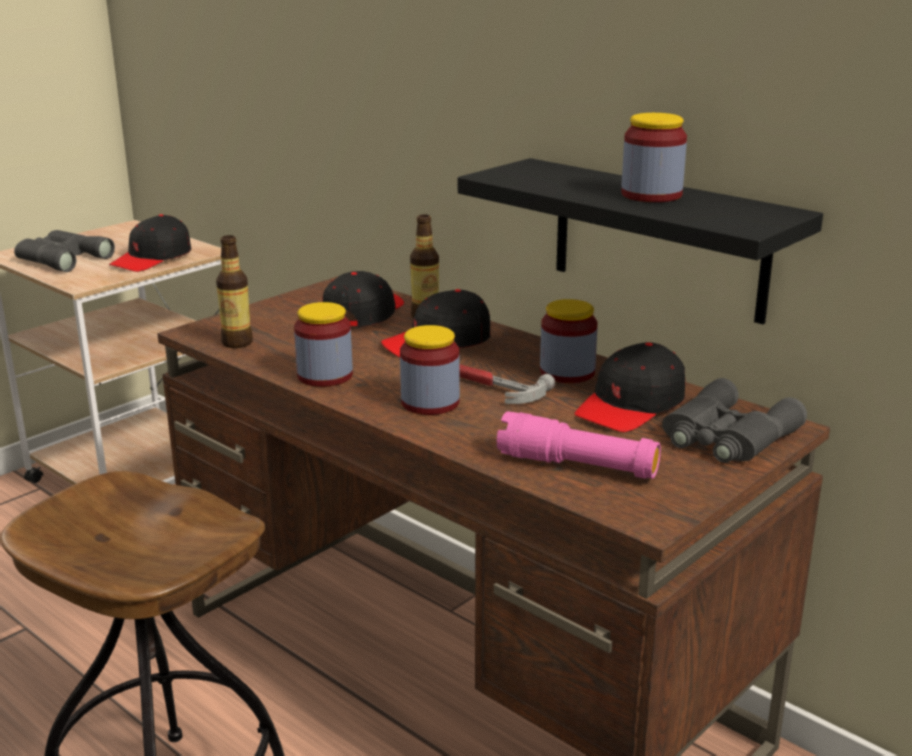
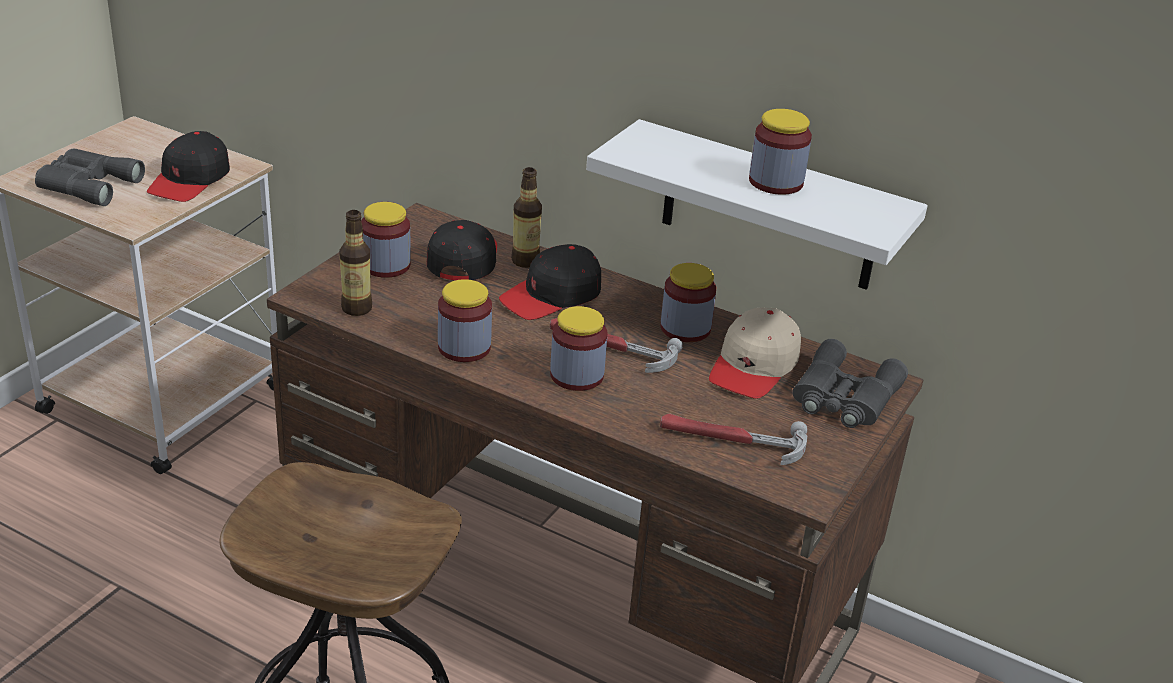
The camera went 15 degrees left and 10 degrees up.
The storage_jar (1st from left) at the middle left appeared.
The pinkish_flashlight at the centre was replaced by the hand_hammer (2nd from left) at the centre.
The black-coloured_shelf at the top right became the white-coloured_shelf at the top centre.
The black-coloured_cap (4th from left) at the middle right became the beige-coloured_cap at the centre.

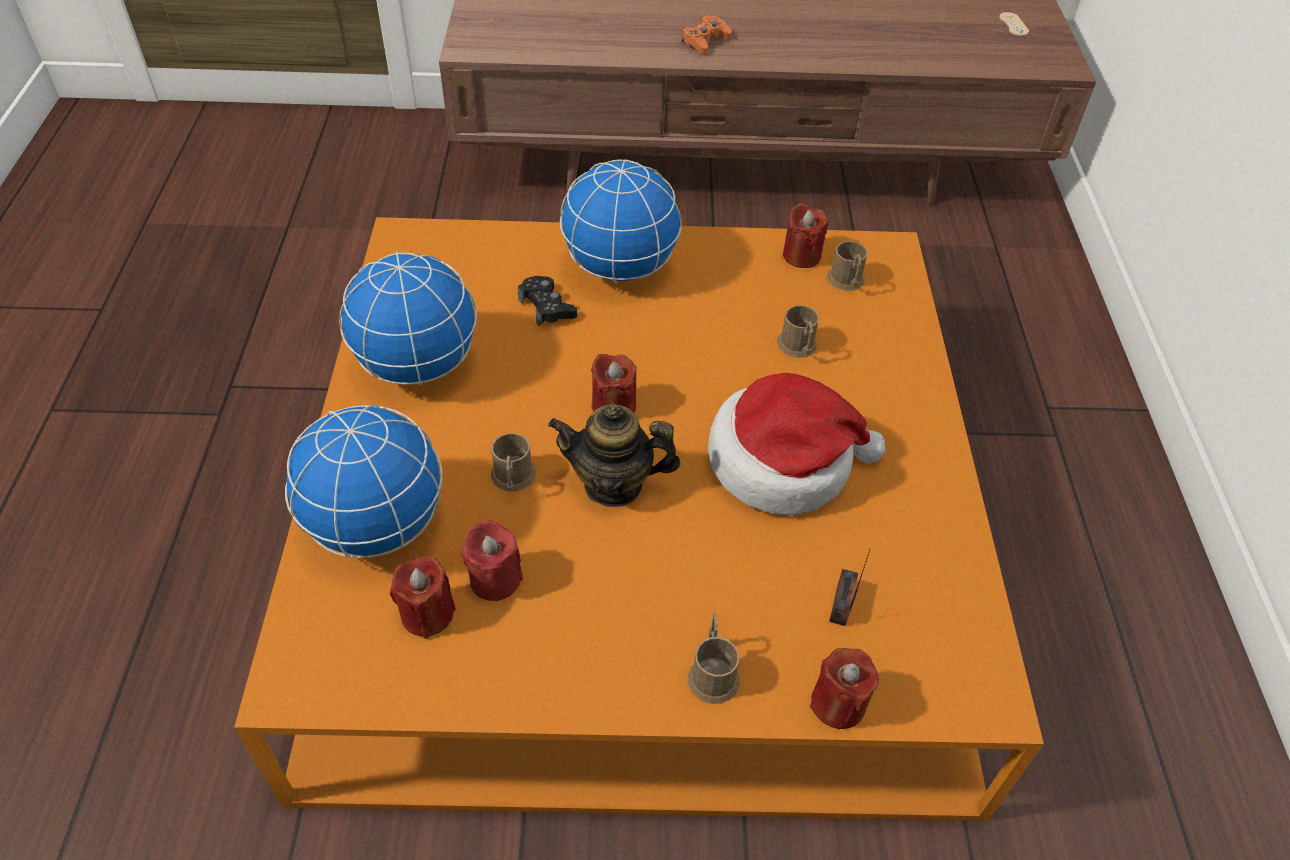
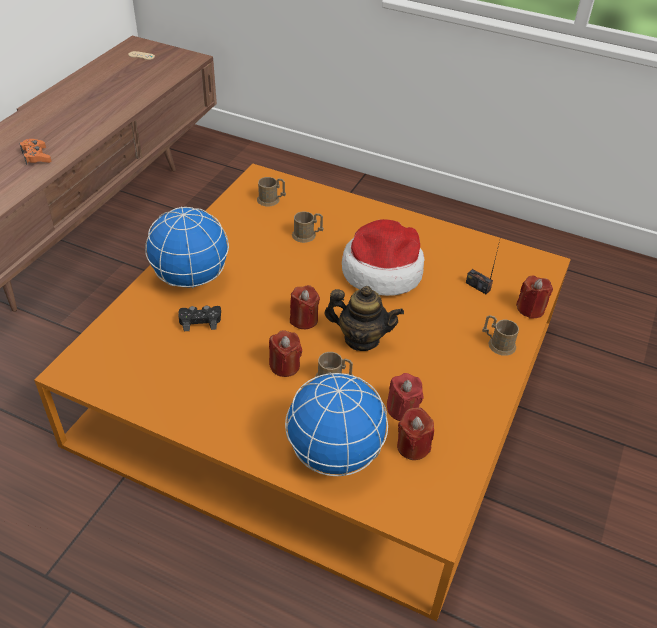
The camera went 65 degrees left and 5 degrees down.
The globe (2nd from left) at the middle left disappeared.
The reddish_candle (4th from left in the first image) moved from the top centre to the centre.
The pot_for_tea at the centre turned 105 degrees counterclockwise.

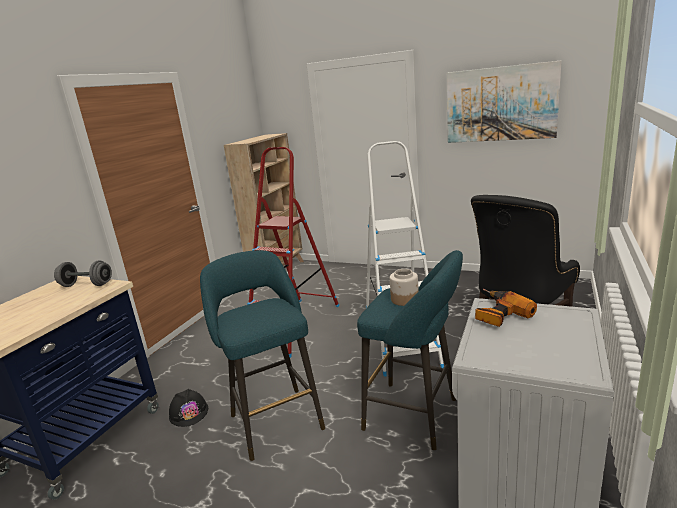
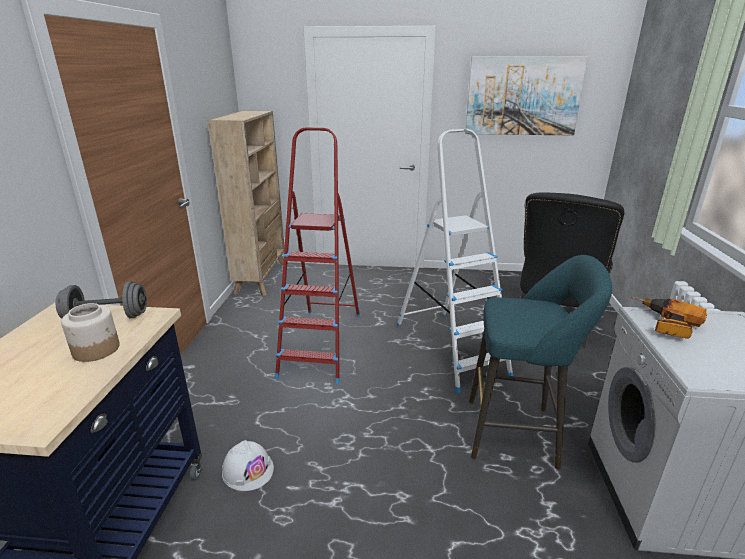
The camera went 20 degrees left and 5 degrees up.
The turquoise_stool (1st from left) at the bottom centre disappeared.
The storage_jar moved from the centre to the middle left.
The black-coloured_work_helmet at the bottom left became the white-coloured_work_helmet at the bottom left.

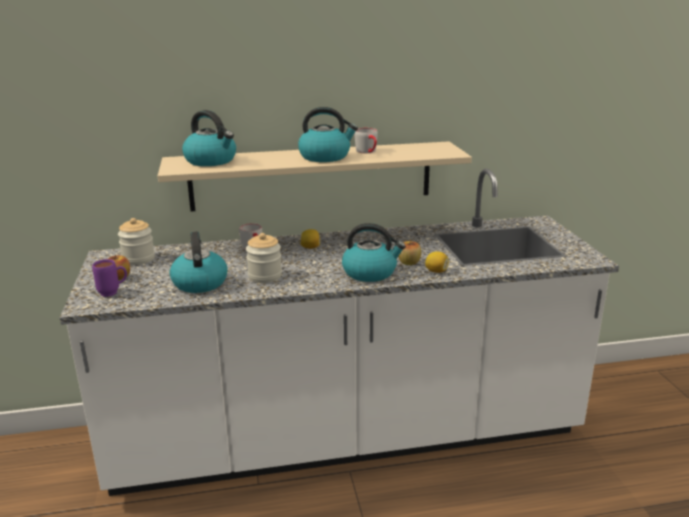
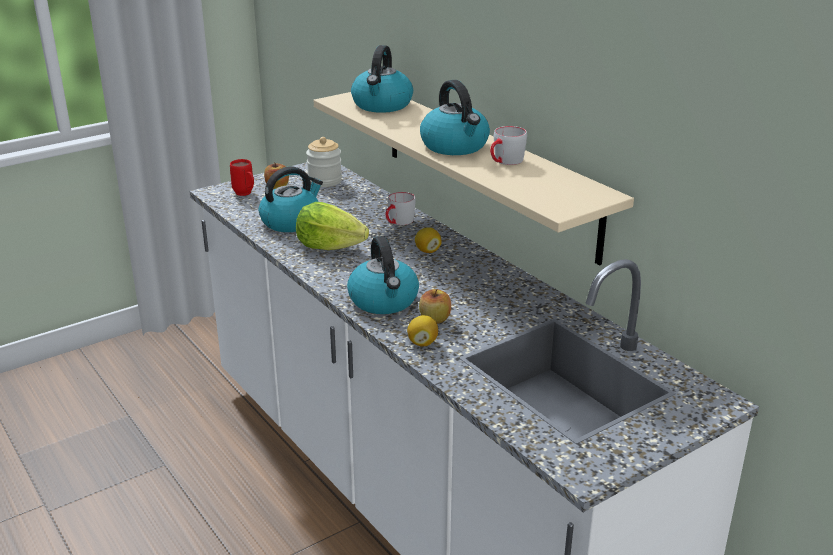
The camera went 65 degrees right and 5 degrees up.
The storage_jar (2nd from left) at the centre was replaced by the lettuce at the centre.
The purple-coloured_coffee_mug at the middle left became the reddish_coffee_mug at the top left.

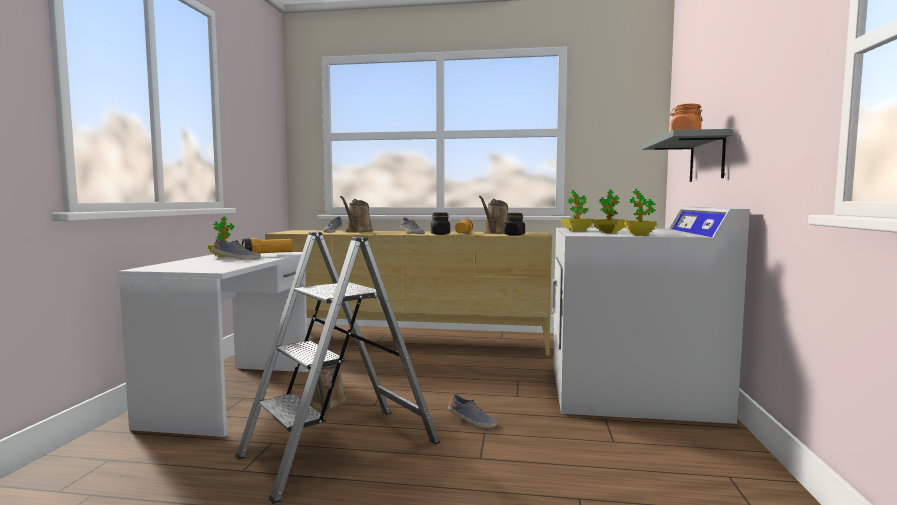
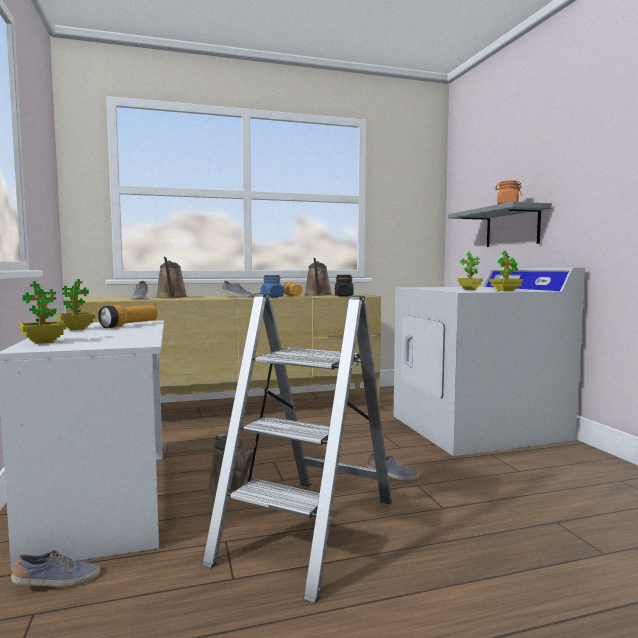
The camera went 25 degrees left and 0 degrees up.
The shoe (1st from left) moved from the middle left to the bottom left.
The houseplant (2nd from left in the first image) moved from the centre to the middle left.
The black-coloured_storage_jar (1st from left) at the centre became the blue_storage_jar at the centre.

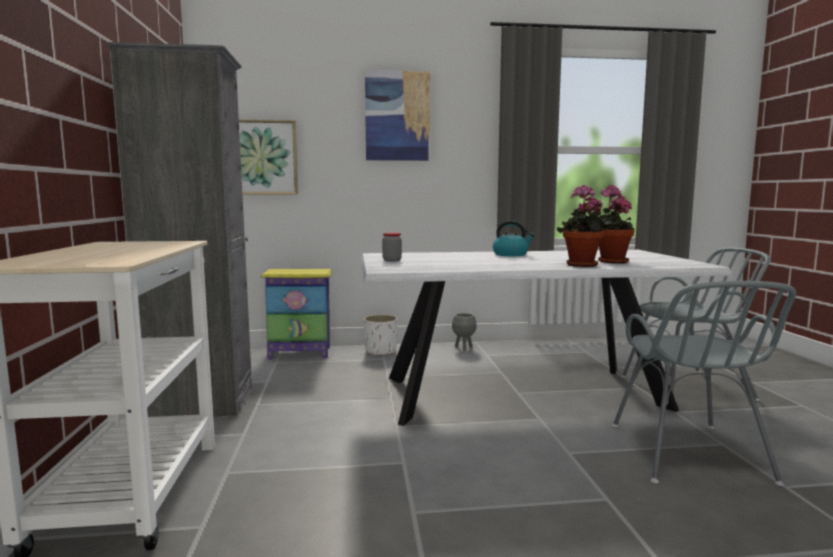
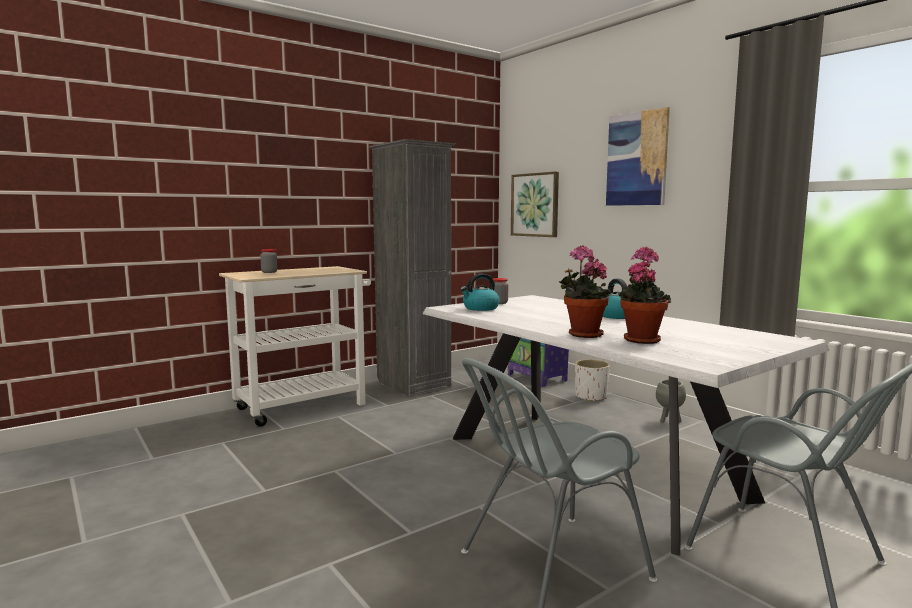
The camera went 60 degrees right and 0 degrees up.
The storage_jar (1st from left) at the middle left appeared.
The kettle (1st from left) at the centre appeared.

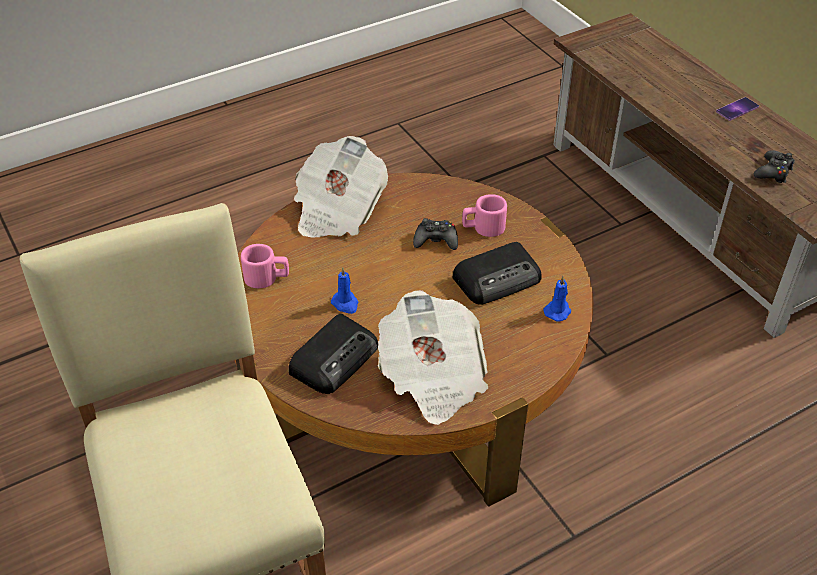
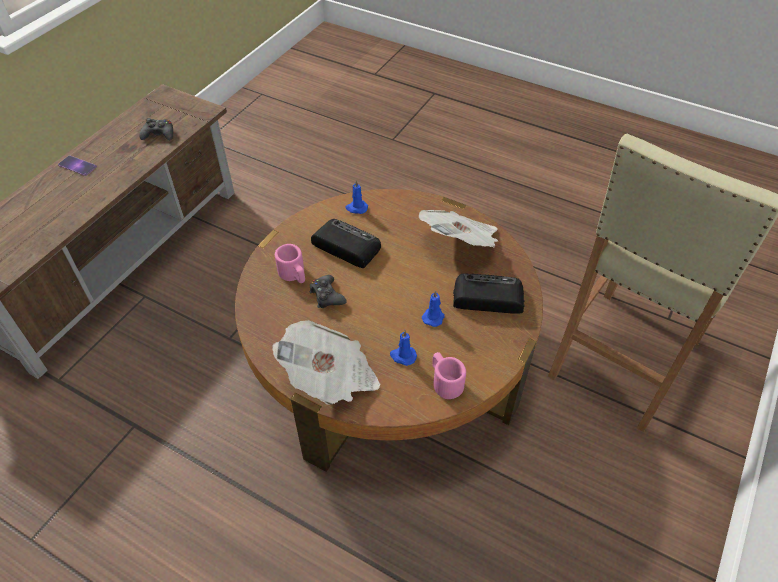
The camera went 120 degrees left and 5 degrees up.
The blue_candle (2nd from left) at the centre appeared.

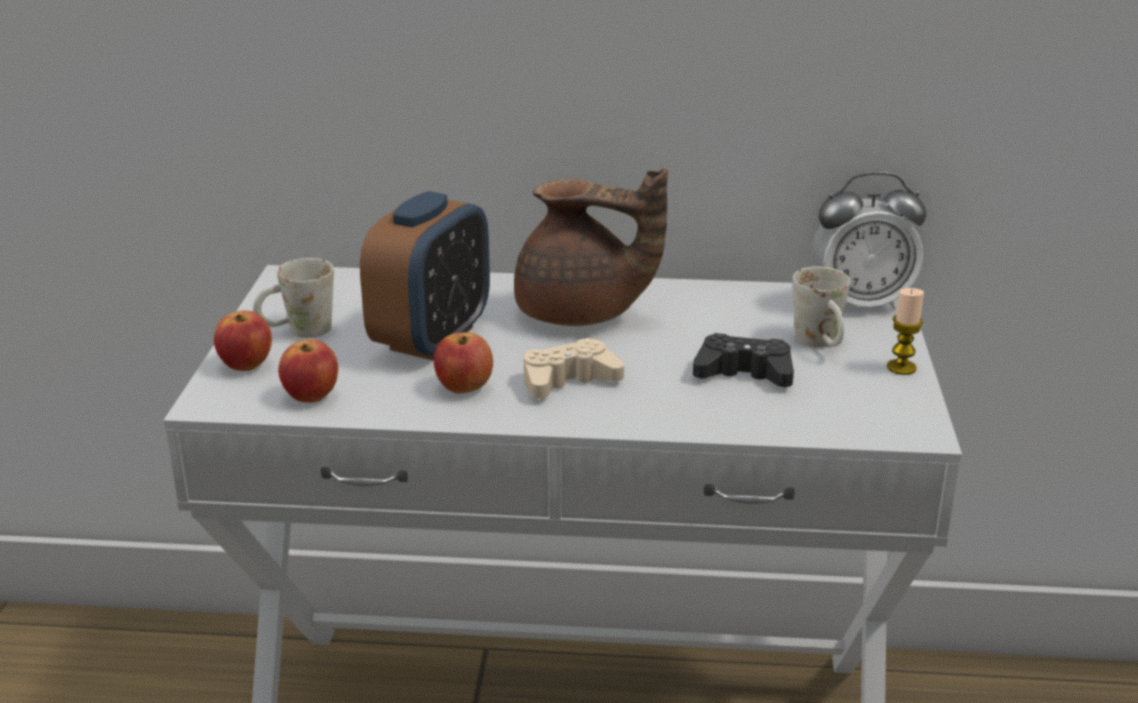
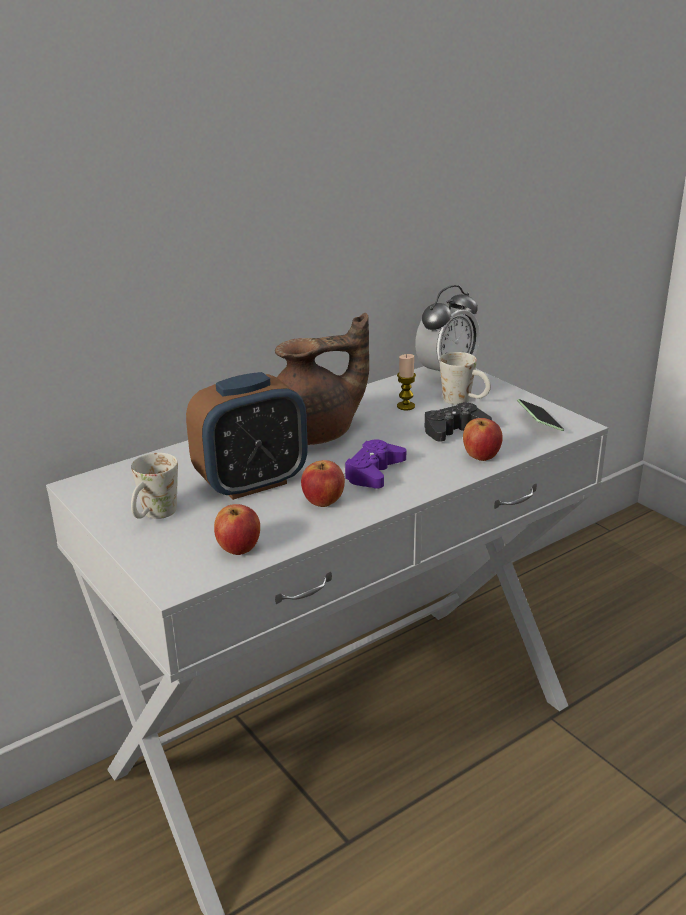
The camera went 40 degrees left and 0 degrees up.
The telephone at the middle right appeared.
The whole_apple (1st from left in the first image) moved from the middle left to the middle right.
The candle moved from the middle right to the centre.
The beige-coloured_gamepad at the centre became the purple-coloured_gamepad at the centre.
The bedside_clock (1st from left) at the centre turned 75 degrees clockwise.

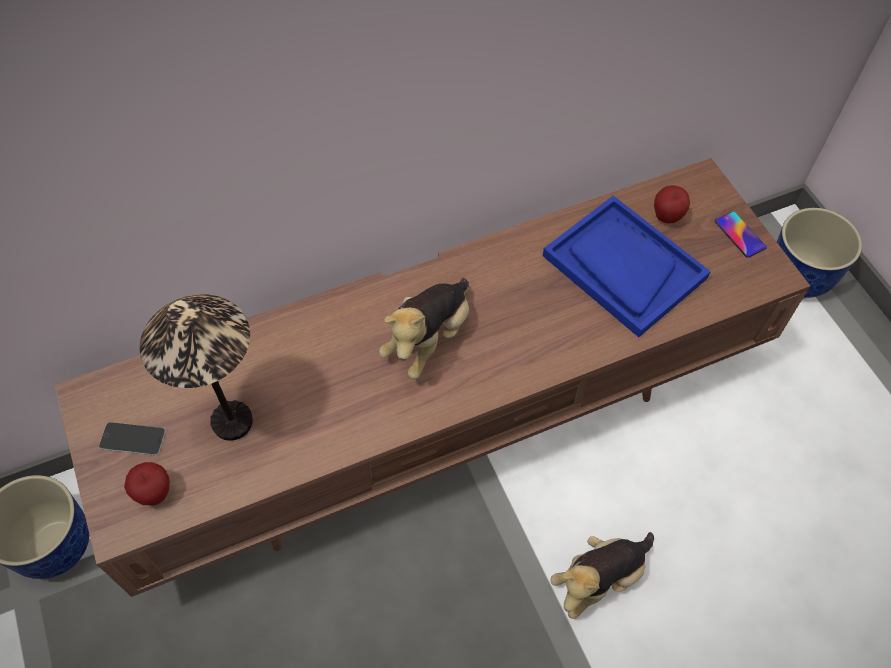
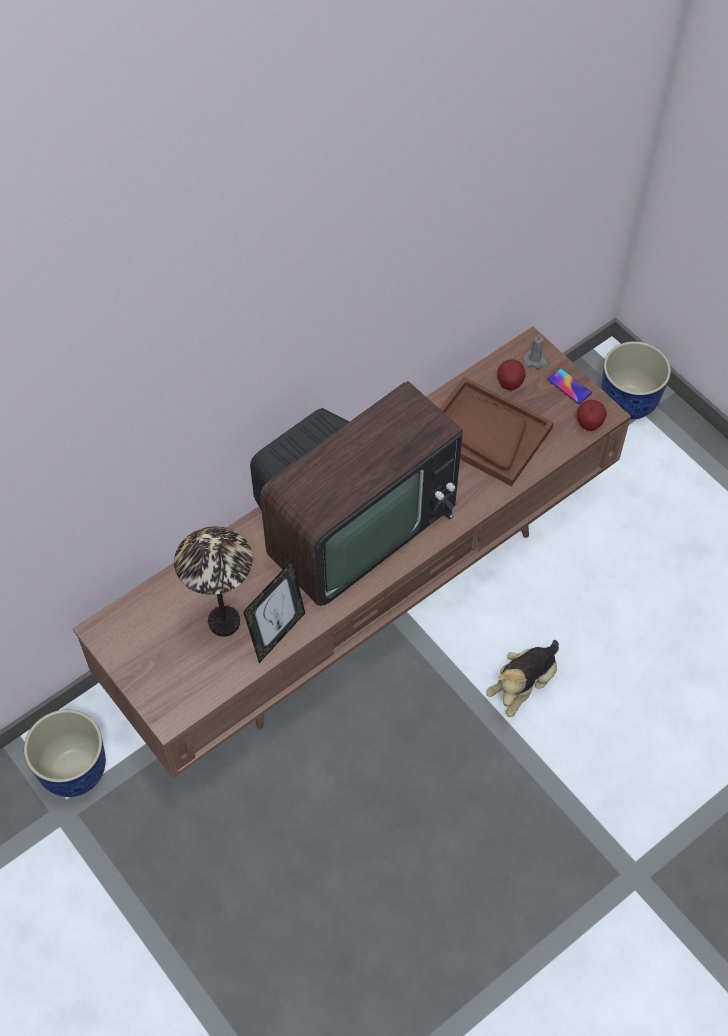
The camera went 15 degrees left and 0 degrees up.
The telephone (1st from left) at the middle left disappeared.
The photo_frame at the centre appeared.
The grey_candle at the middle right appeared.
The whole_apple (1st from left in the first image) moved from the bottom left to the middle right.
The soft_toy (1st from left) at the centre was replaced by the TV at the centre.
The blue_carrying_tray at the middle right became the brown_carrying_tray at the middle right.

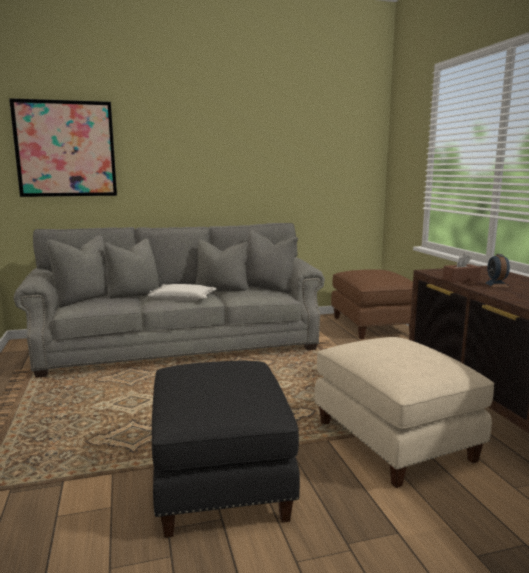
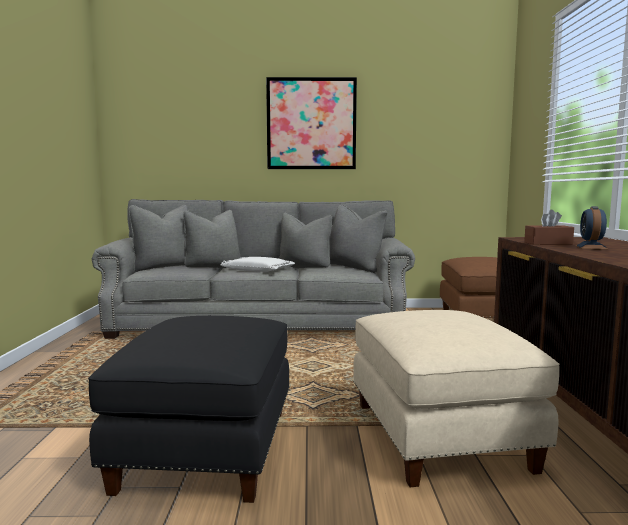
The camera went 15 degrees right and 5 degrees down.
The wall_art moved from the top left to the top centre.

